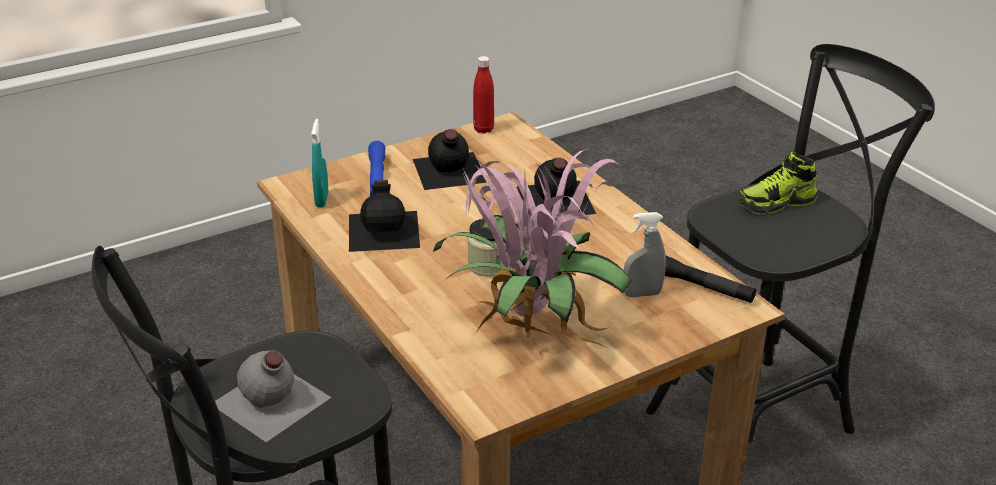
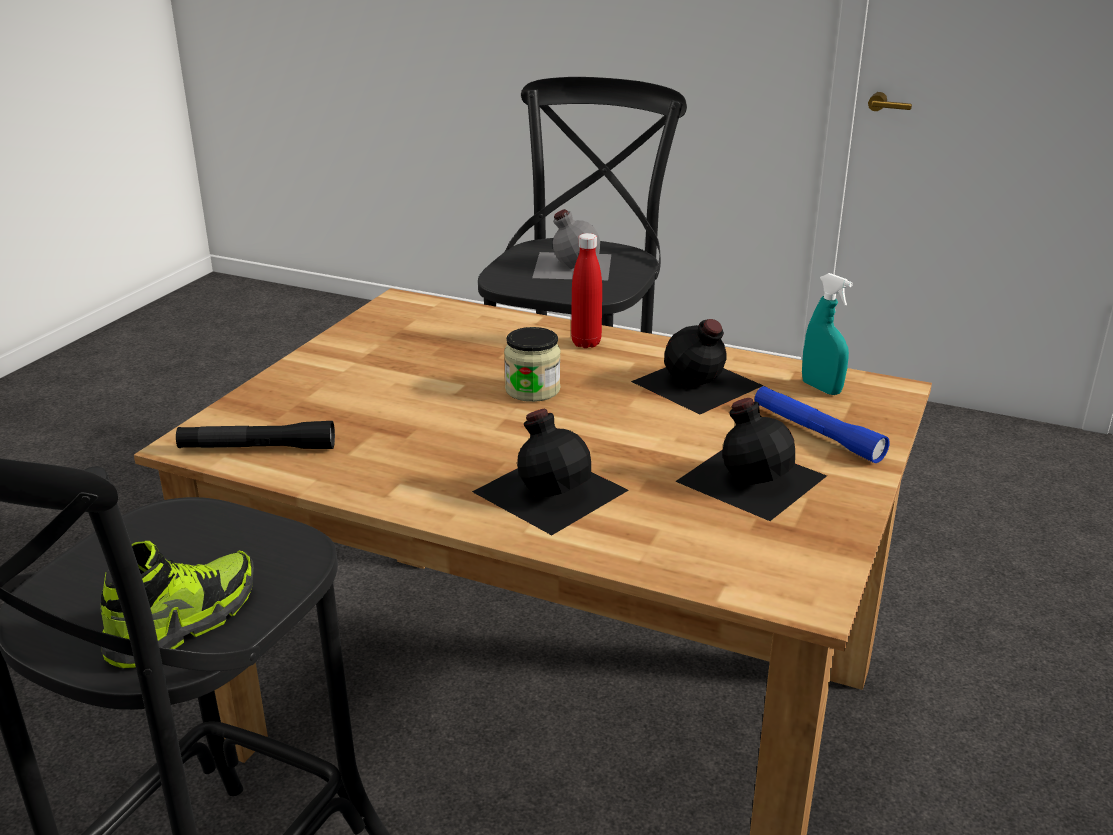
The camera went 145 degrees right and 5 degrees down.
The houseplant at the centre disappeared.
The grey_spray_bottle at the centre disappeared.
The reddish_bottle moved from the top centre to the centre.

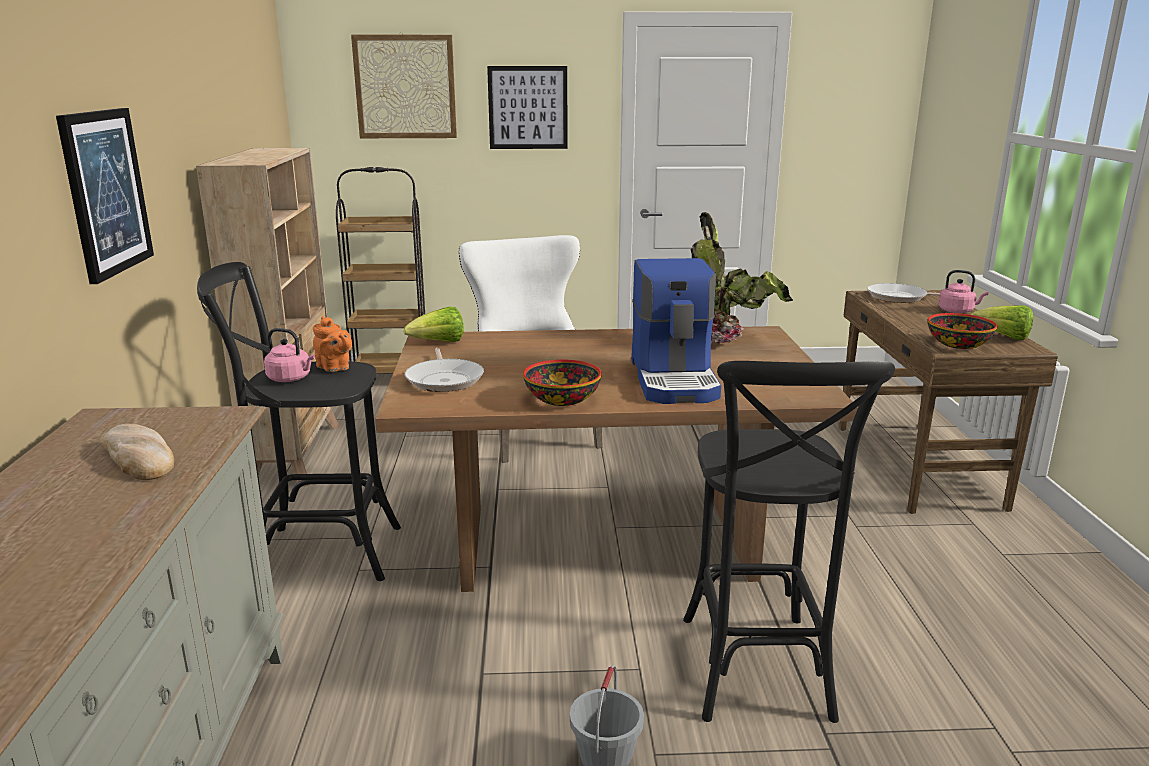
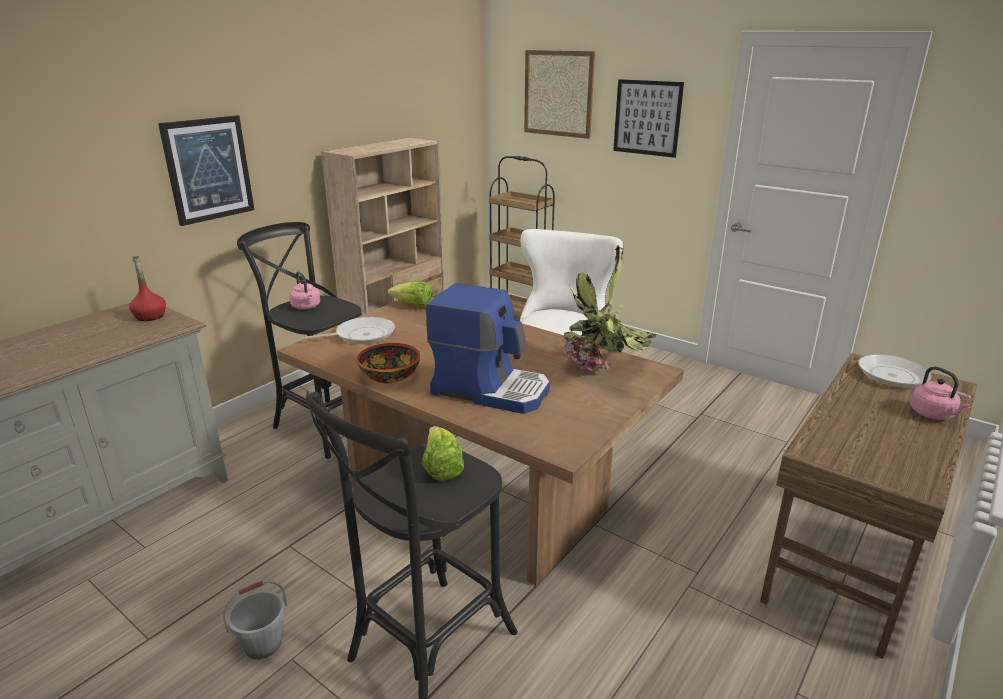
The camera went 40 degrees right and 5 degrees up.
The bread at the middle left disappeared.
The orange_pot_for_tea at the middle left disappeared.
The serving_bowl (2nd from left) at the middle right disappeared.
The reddish_bottle at the middle left appeared.
The lettuce (2nd from left) moved from the middle right to the centre.
The skillet (1st from left) at the centre turned 135 degrees counterclockwise.
The coffee_machine at the centre turned 105 degrees counterclockwise.

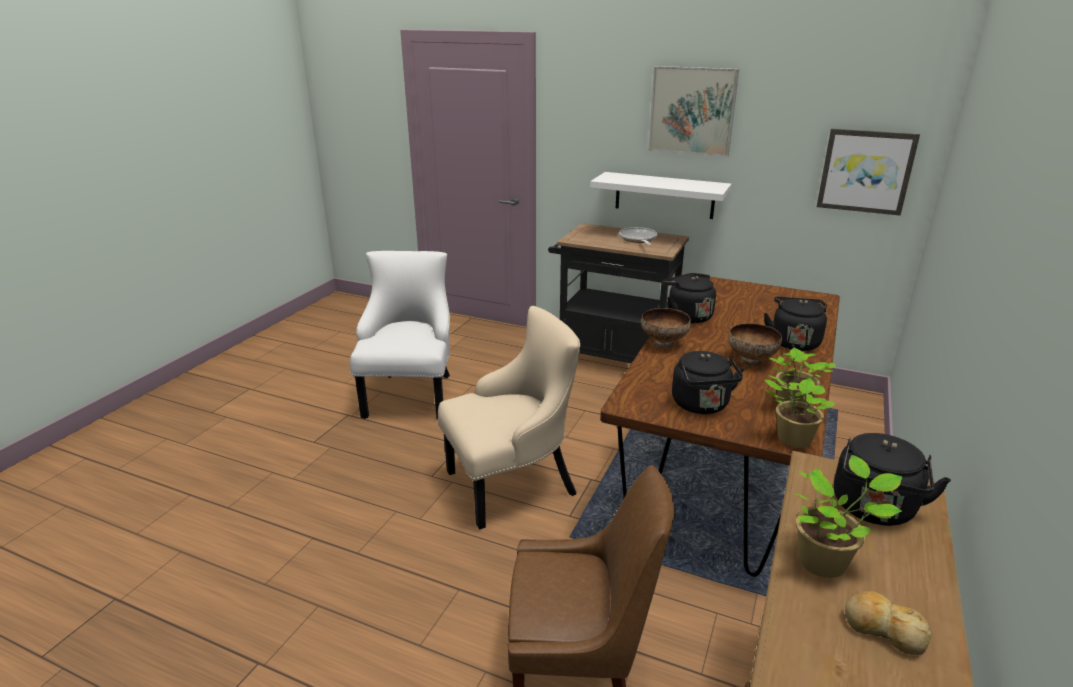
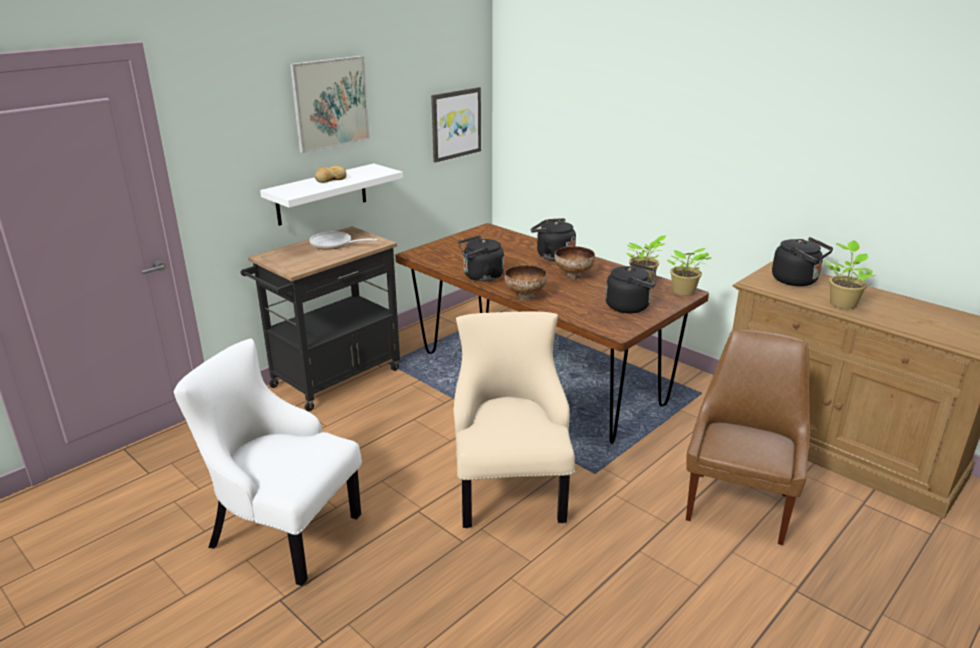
The camera went 70 degrees left and 0 degrees up.
The bread moved from the bottom right to the top centre.

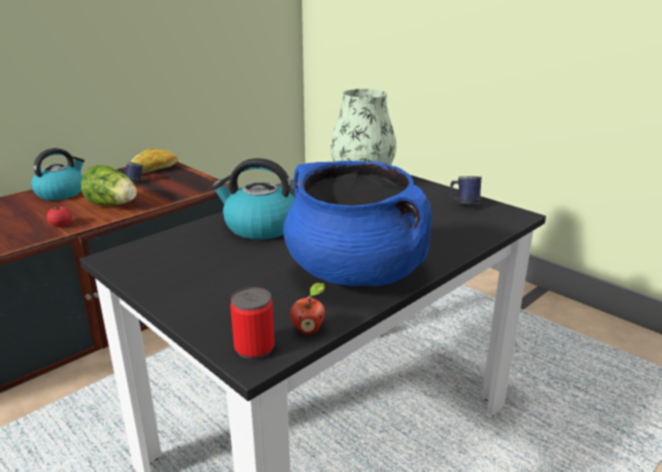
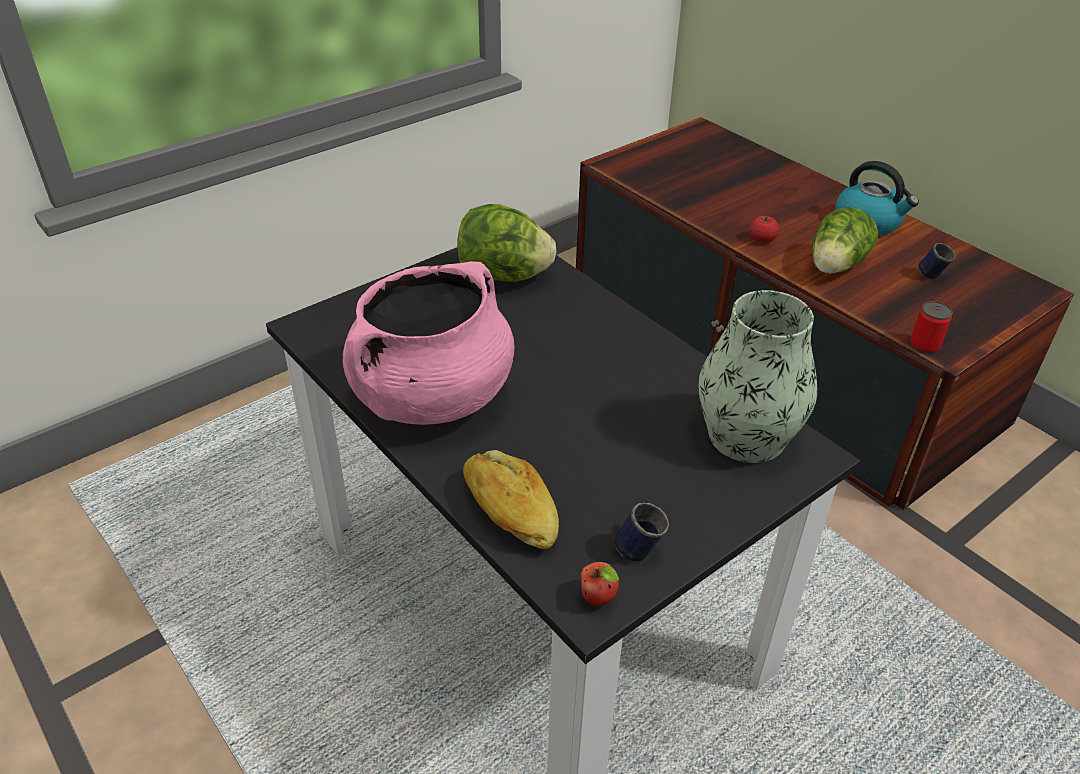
The camera went 95 degrees right and 15 degrees up.
The kettle (2nd from left) at the centre disappeared.
The lettuce (1st from left) at the top centre appeared.
The bread moved from the middle left to the centre.
The can moved from the bottom centre to the middle right.
The whole_apple moved from the centre to the bottom centre.
The blue_cooking_pot at the centre became the pinkish_cooking_pot at the centre.

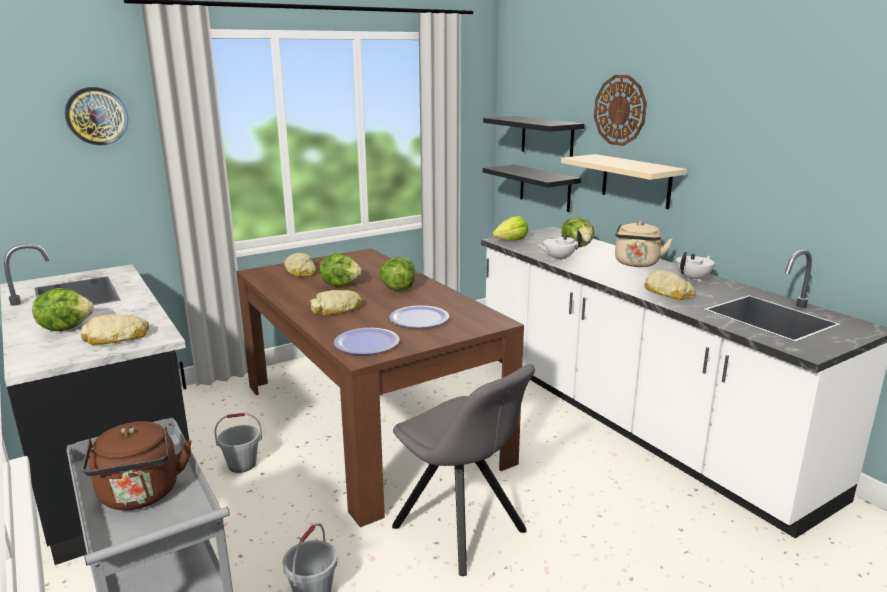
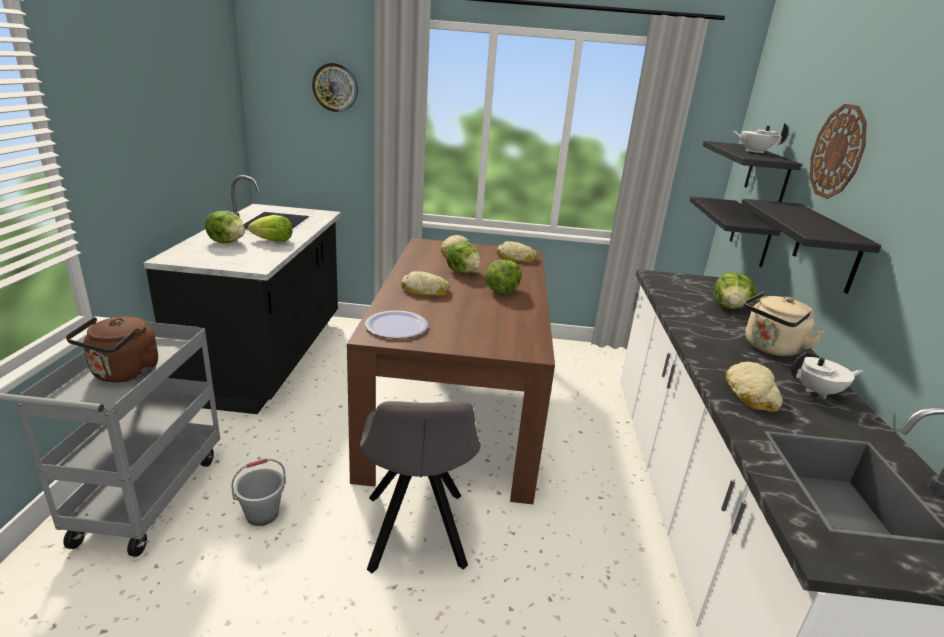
The camera went 35 degrees right and 5 degrees up.
The grey_bucket (1st from left) at the bottom left disappeared.
The flat_dish (2nd from left) at the centre disappeared.
The bread (1st from left in the first image) moved from the middle left to the centre.
The lettuce (4th from left in the first image) moved from the centre to the middle left.
The white-coloured_pot_for_tea (1st from left) moved from the centre to the top right.
The beige-coloured_shelf at the top right became the black-coloured_shelf (3rd from left) at the middle right.

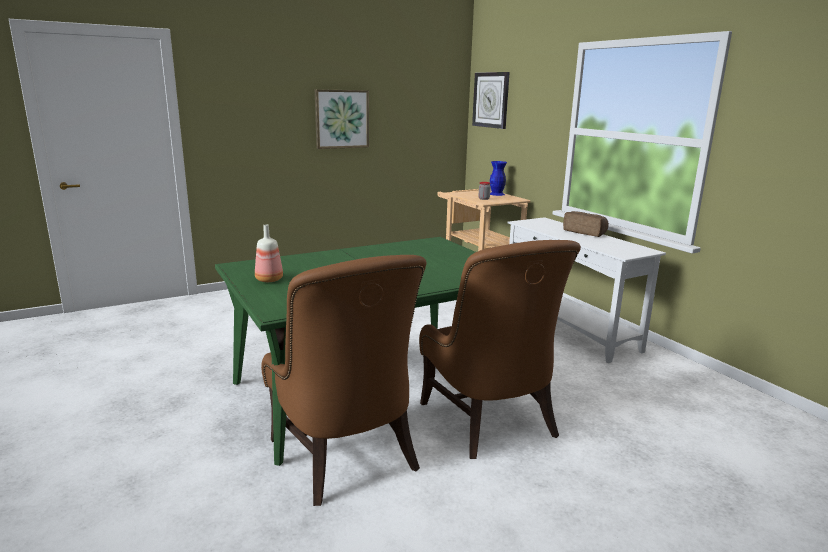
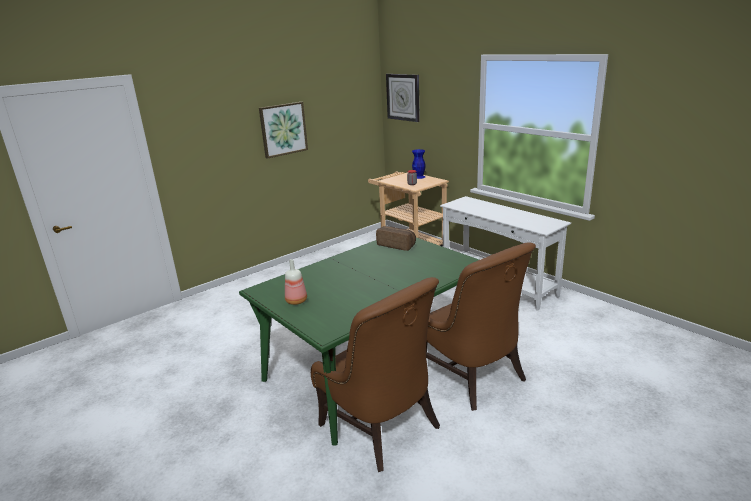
The camera went 10 degrees left and 5 degrees up.
The bread moved from the middle right to the centre.

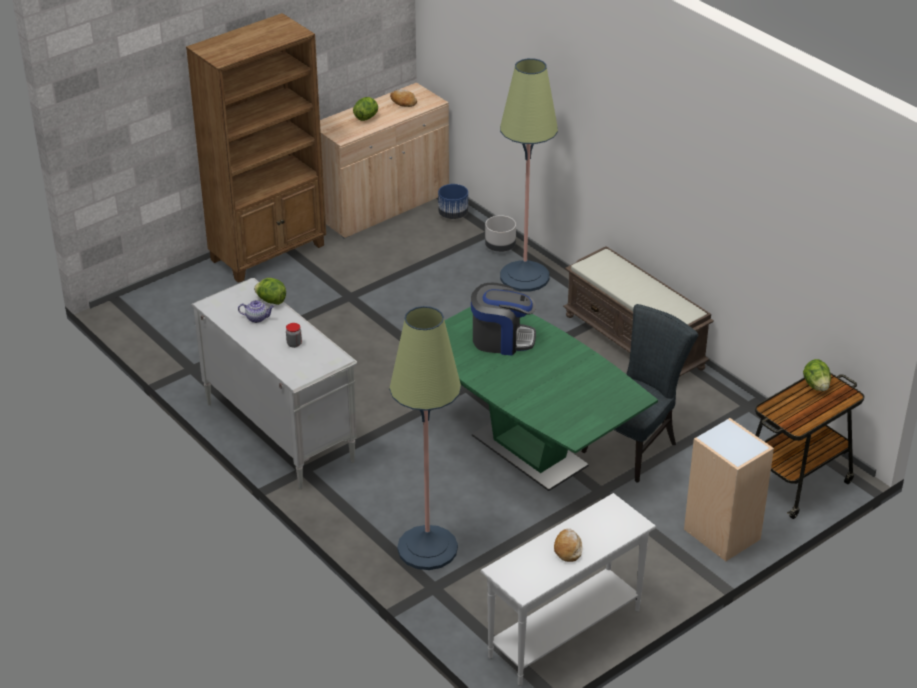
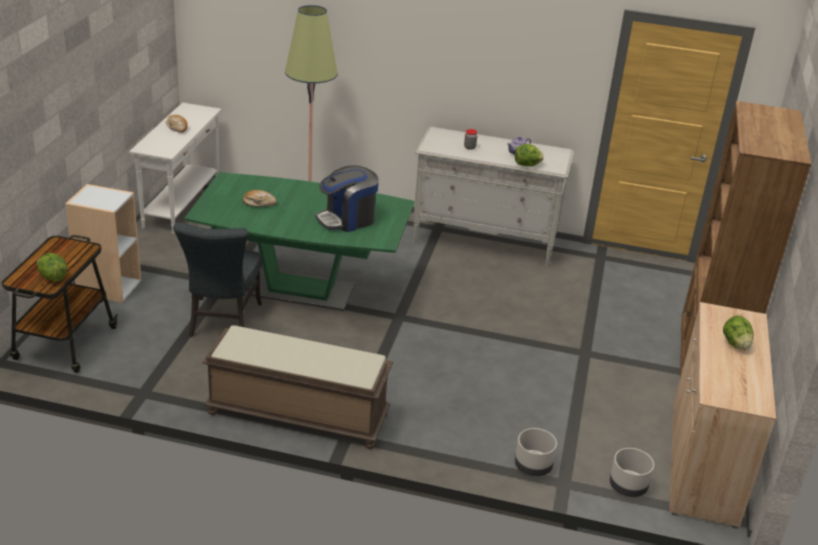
The camera went 140 degrees right and 5 degrees down.
The standard_lamp (2nd from left) at the top centre disappeared.
The bread (1st from left in the first image) moved from the top centre to the middle left.
The blue_flower_pot at the top centre became the grey_flower_pot (2nd from left) at the bottom right.

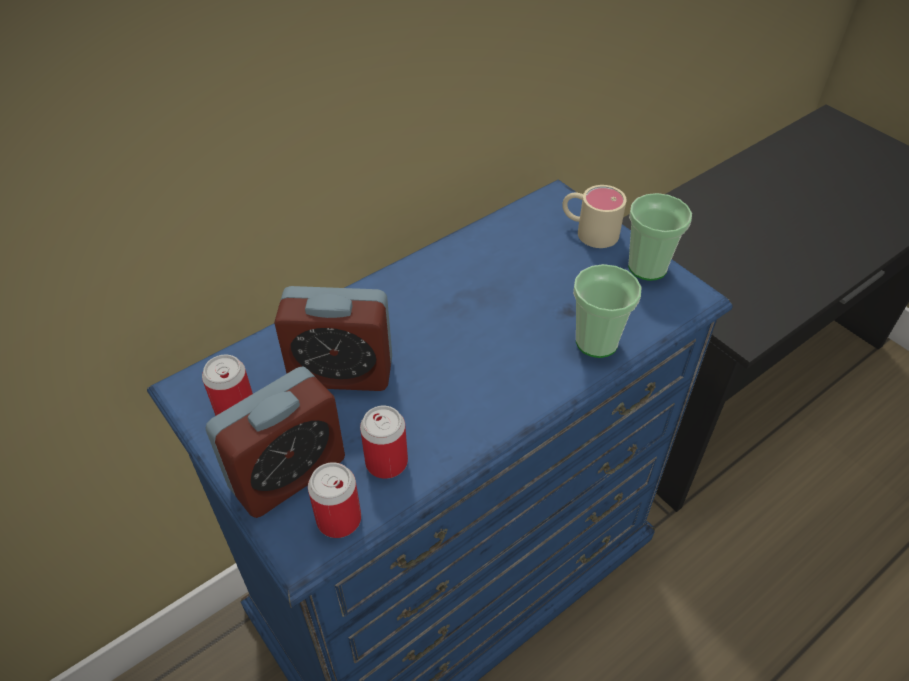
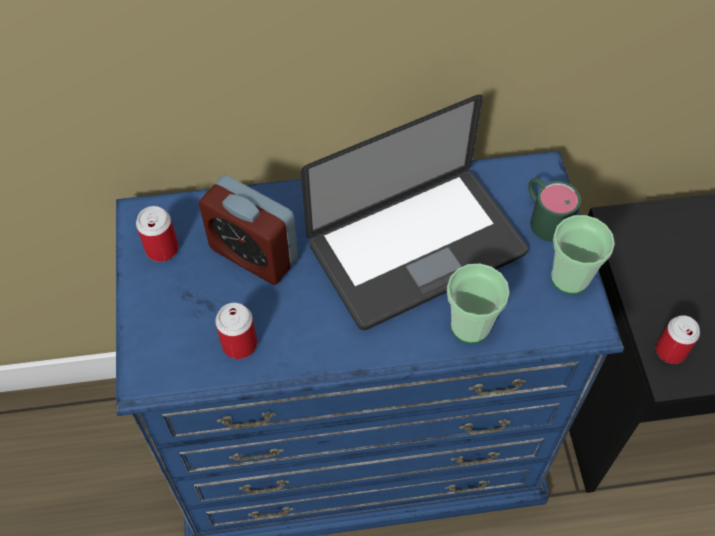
The camera went 30 degrees right and 10 degrees up.
The bedside_clock (1st from left) at the middle left disappeared.
The notebook_computer at the centre appeared.
The can (2nd from left in the first image) moved from the bottom centre to the middle right.
The beige-coloured_coffee_mug at the top centre became the greenish_coffee_mug at the middle right.

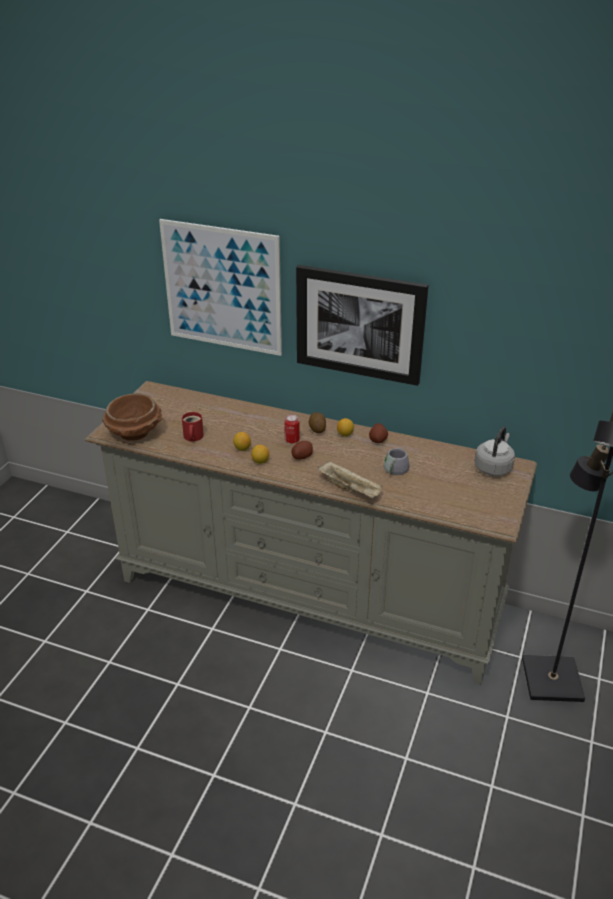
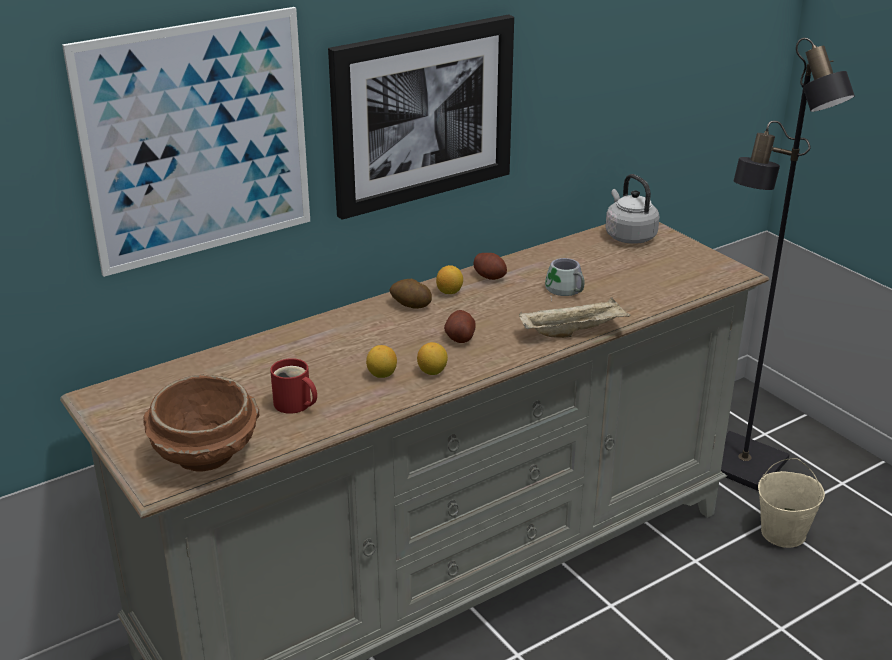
The camera went 55 degrees left and 5 degrees down.
The can at the centre disappeared.
The beige-coloured_bucket at the bottom right appeared.

